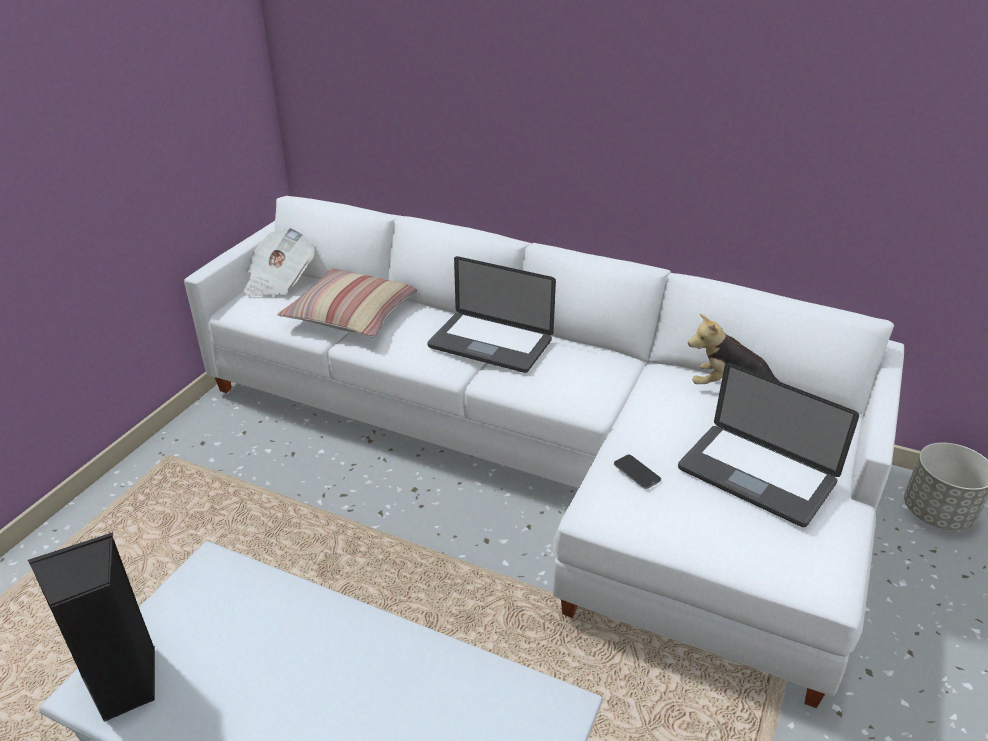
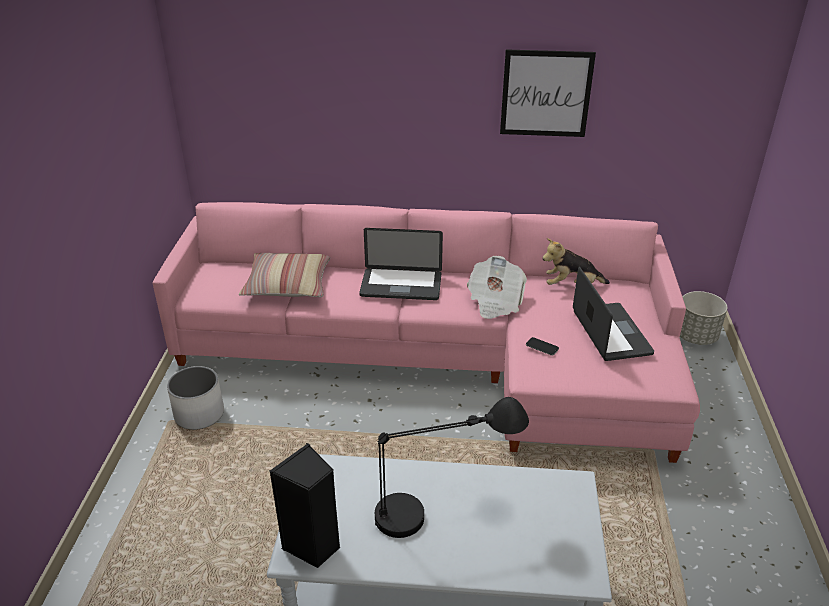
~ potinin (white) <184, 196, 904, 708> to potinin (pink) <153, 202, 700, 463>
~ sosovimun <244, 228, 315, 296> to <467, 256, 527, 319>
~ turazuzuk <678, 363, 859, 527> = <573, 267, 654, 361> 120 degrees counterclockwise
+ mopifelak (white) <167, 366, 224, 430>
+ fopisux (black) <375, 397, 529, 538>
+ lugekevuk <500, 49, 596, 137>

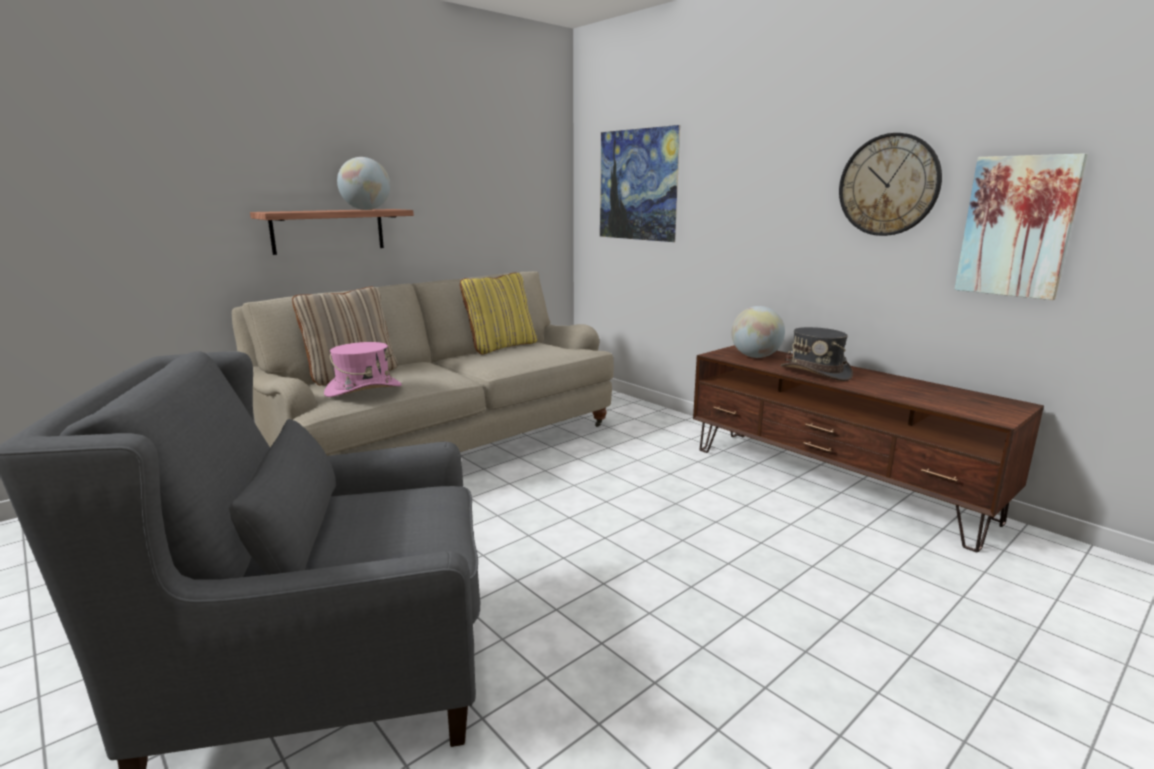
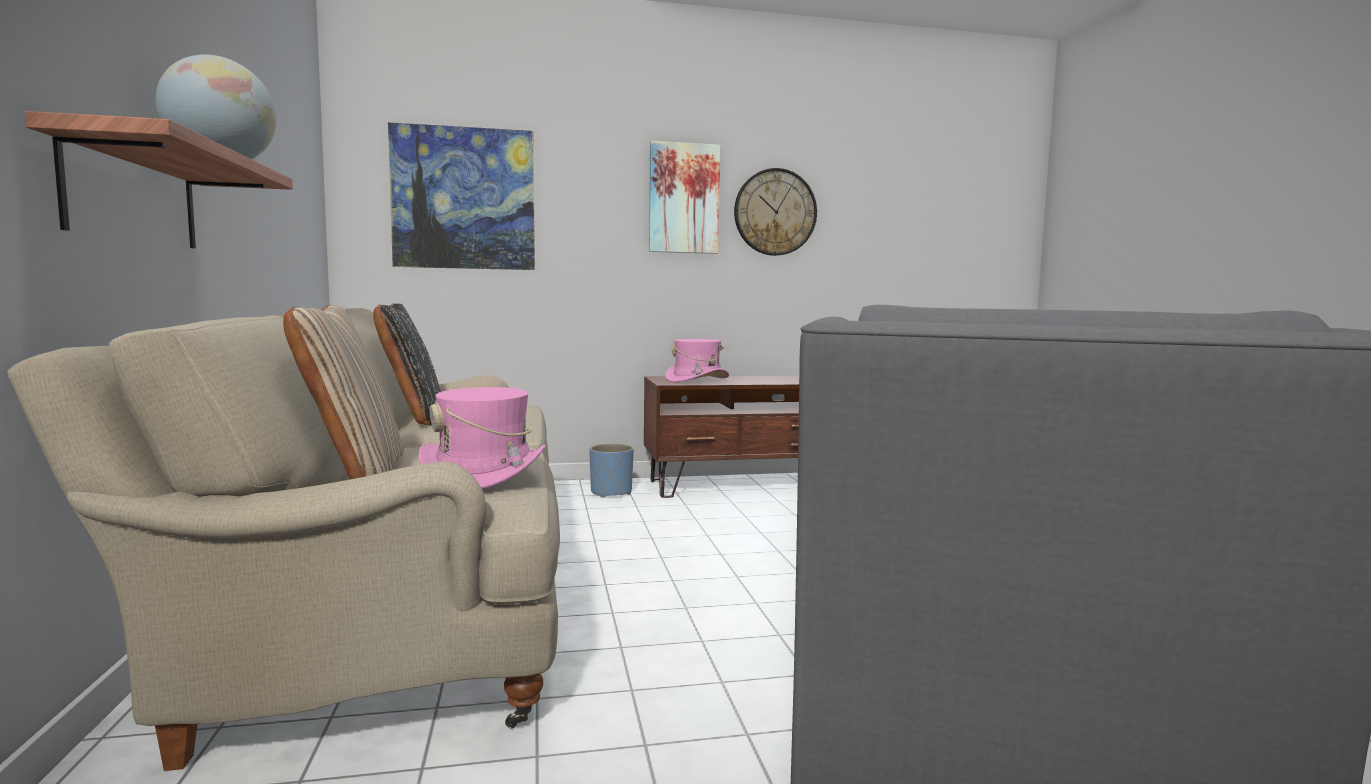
~ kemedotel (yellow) <460, 272, 537, 355> to kemedotel (black) <373, 303, 441, 426>
~ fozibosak <731, 306, 785, 358> to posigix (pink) <665, 339, 729, 382>
- posigix (grey) <781, 327, 853, 381>
~ lugekevuk <954, 153, 1088, 300> to <649, 141, 721, 254>
+ mopifelak (blue) <589, 444, 634, 498>

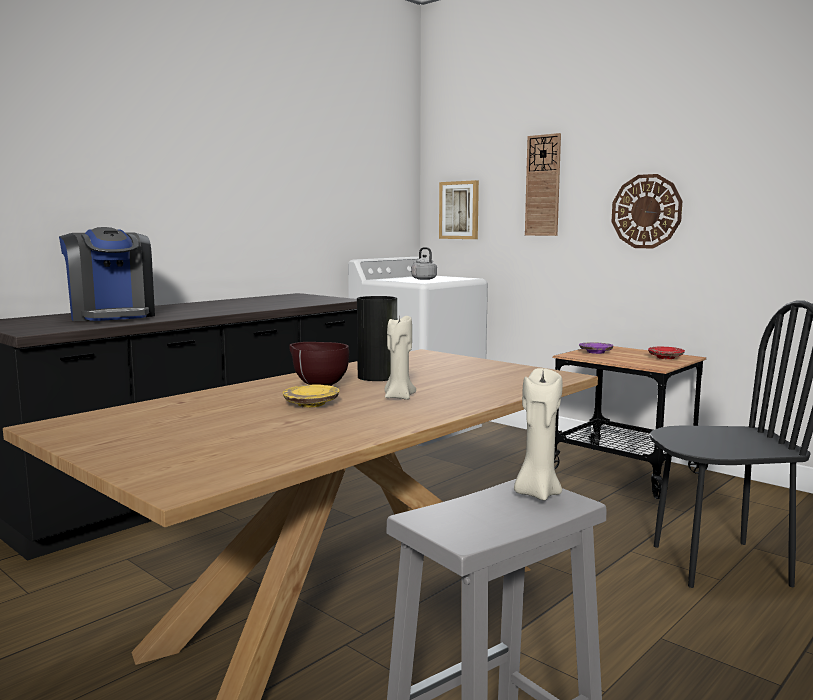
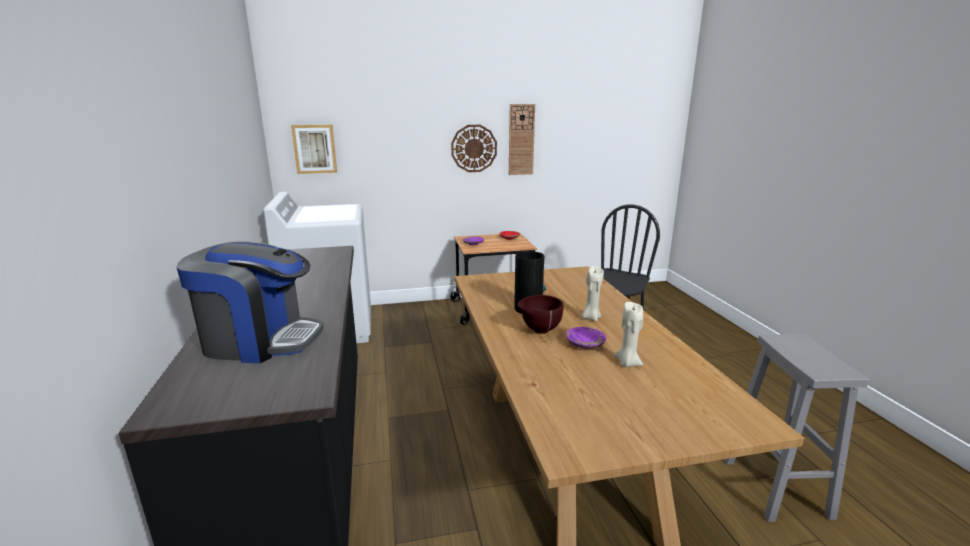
~ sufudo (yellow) <283, 385, 340, 407> to sufudo (purple) <566, 327, 606, 349>
- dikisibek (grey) <412, 247, 437, 280>
~ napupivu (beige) <514, 368, 562, 501> to <614, 302, 643, 367>
~ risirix <525, 133, 561, 236> to <509, 104, 535, 175>

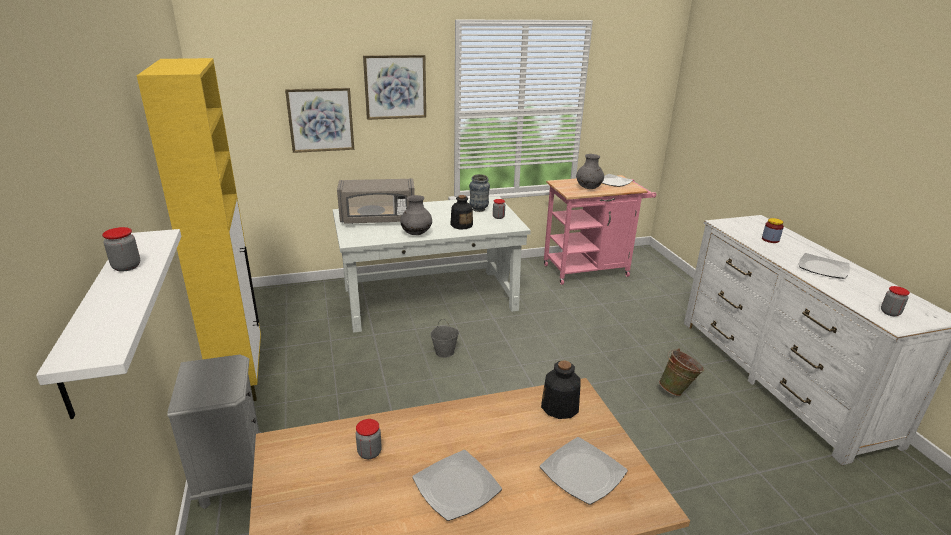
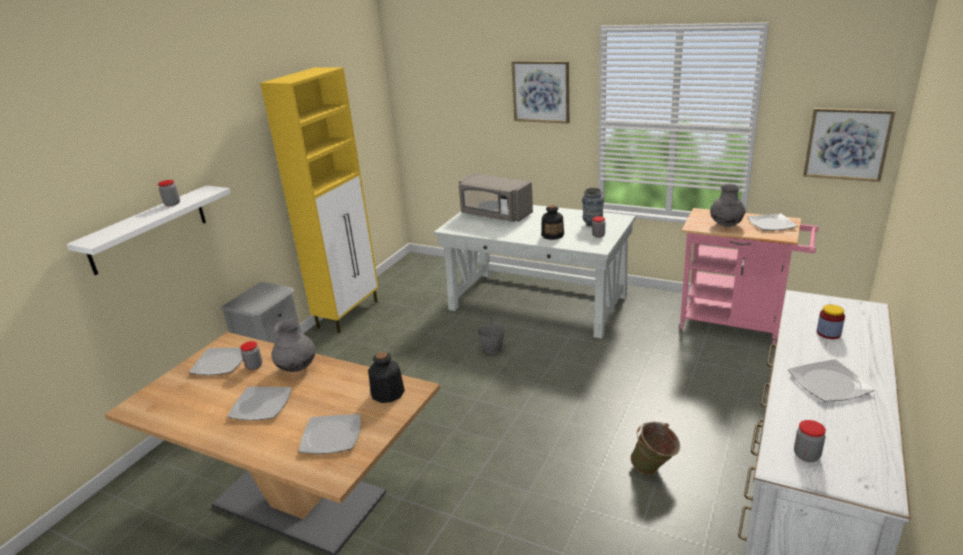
~ lugekevuk <285, 88, 354, 153> to <803, 108, 895, 182>
~ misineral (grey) <400, 195, 432, 235> to <271, 319, 315, 372>
+ sufudo <189, 347, 243, 375>

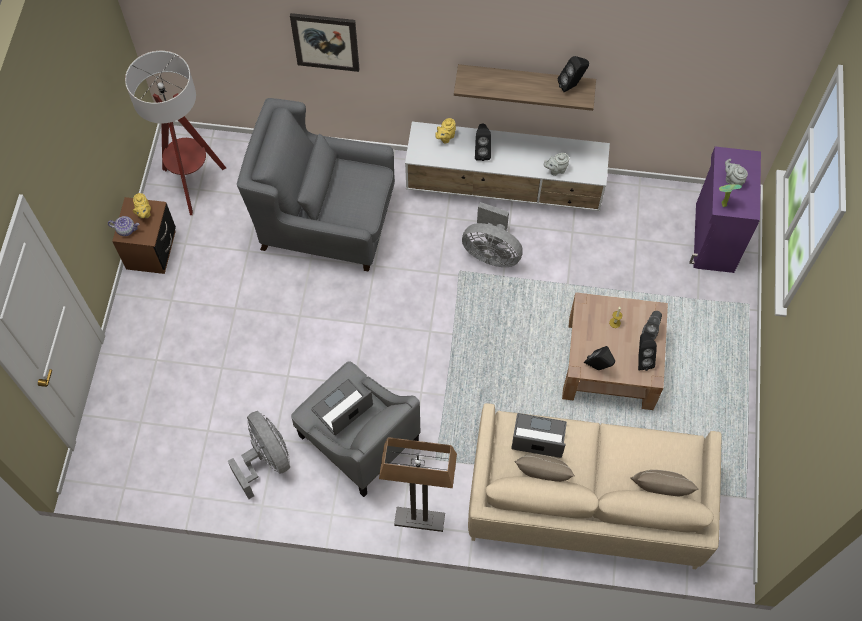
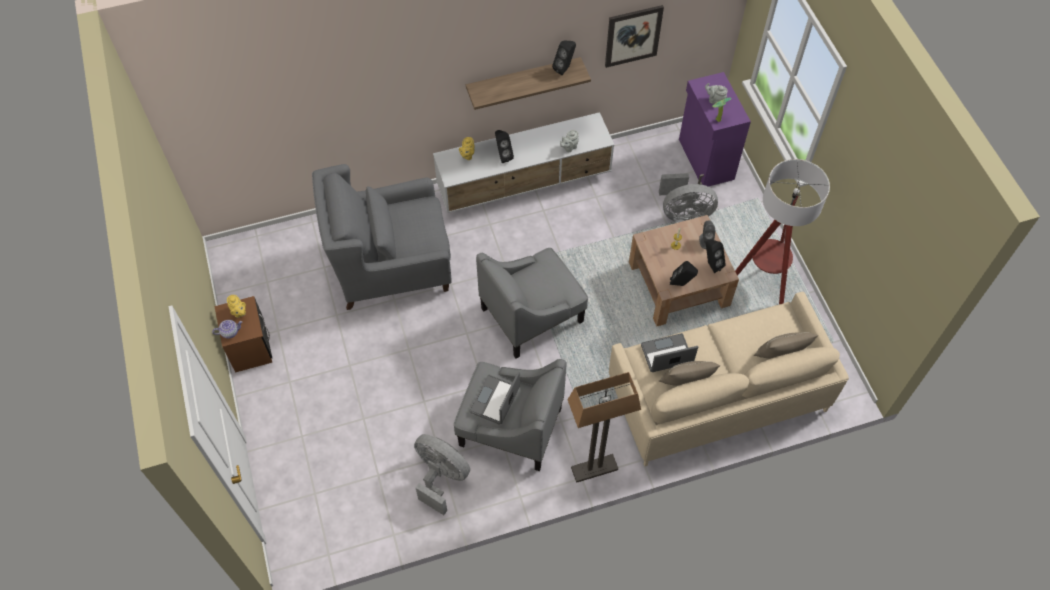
~ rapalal <125, 51, 226, 215> to <735, 159, 830, 304>
~ lugekevuk <290, 13, 359, 72> to <605, 5, 664, 68>
~ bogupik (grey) <462, 202, 523, 267> to <659, 173, 718, 222>
+ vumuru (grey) <476, 248, 588, 359>

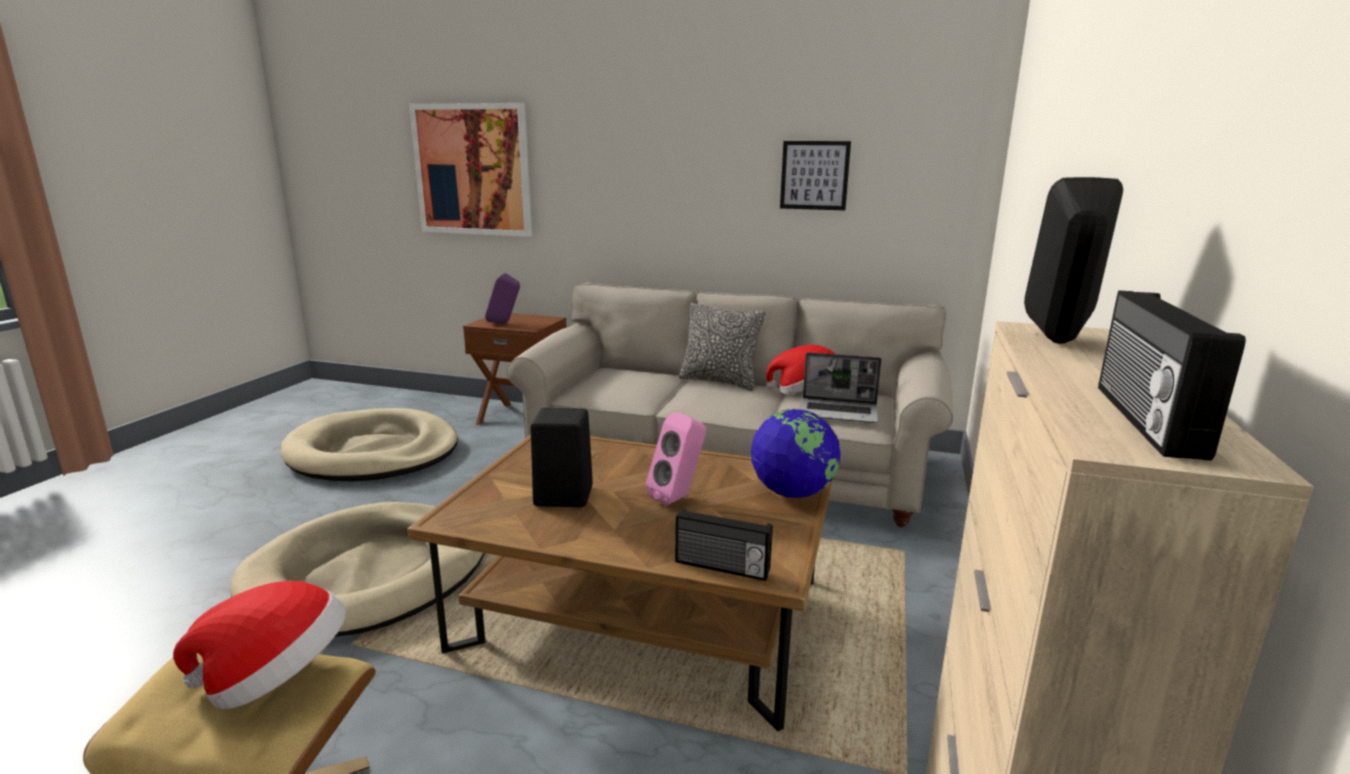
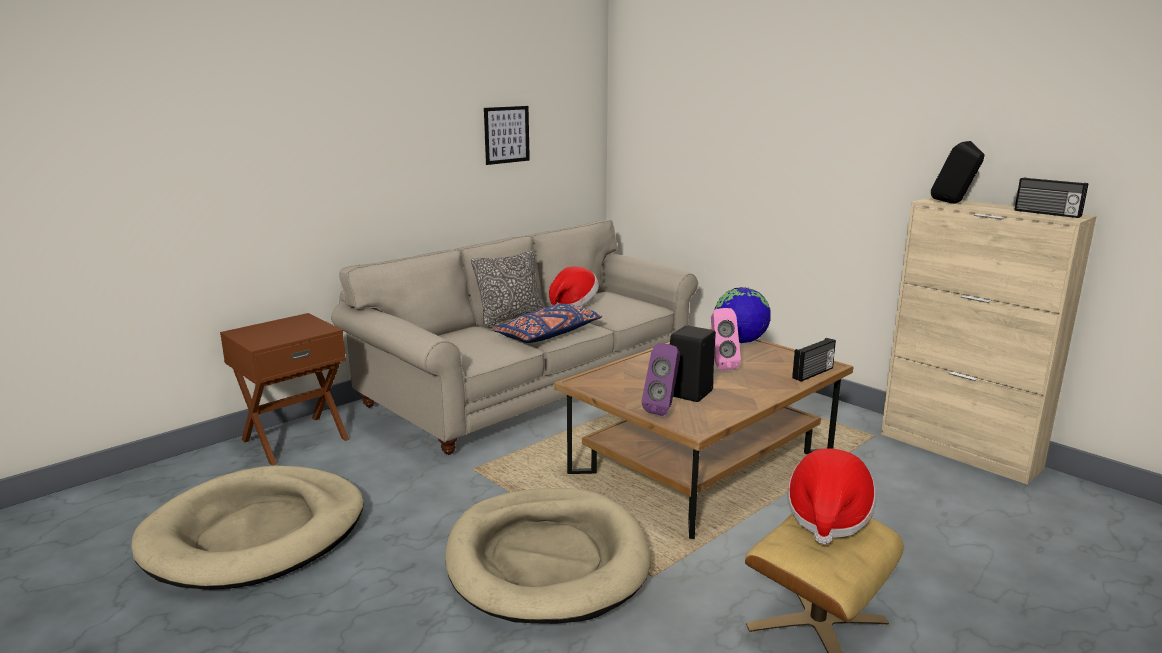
- lugekevuk <409, 103, 532, 237>
~ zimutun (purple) <485, 273, 520, 323> to <642, 343, 680, 416>
- turazuzuk <800, 352, 881, 423>
+ kemedotel (blue) <492, 304, 602, 343>

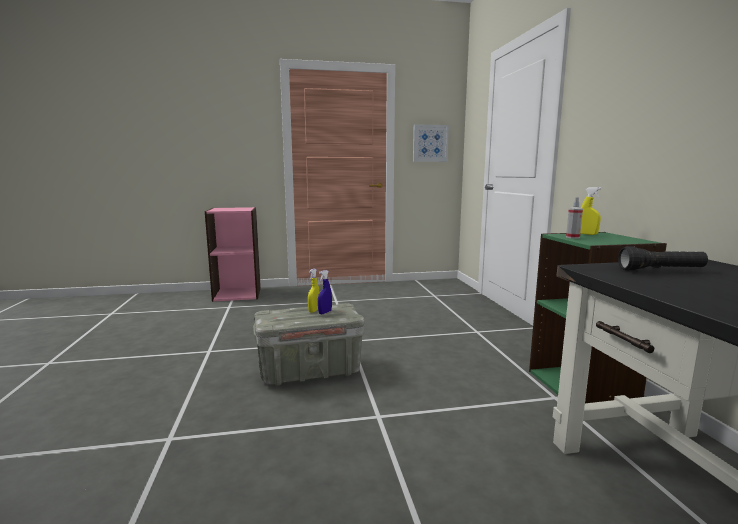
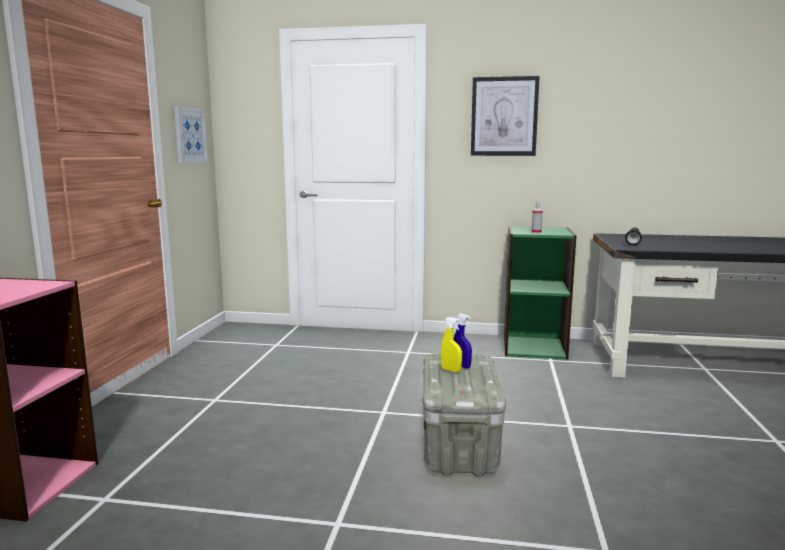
- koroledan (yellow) <580, 187, 601, 235>
+ lugekevuk <471, 76, 540, 156>

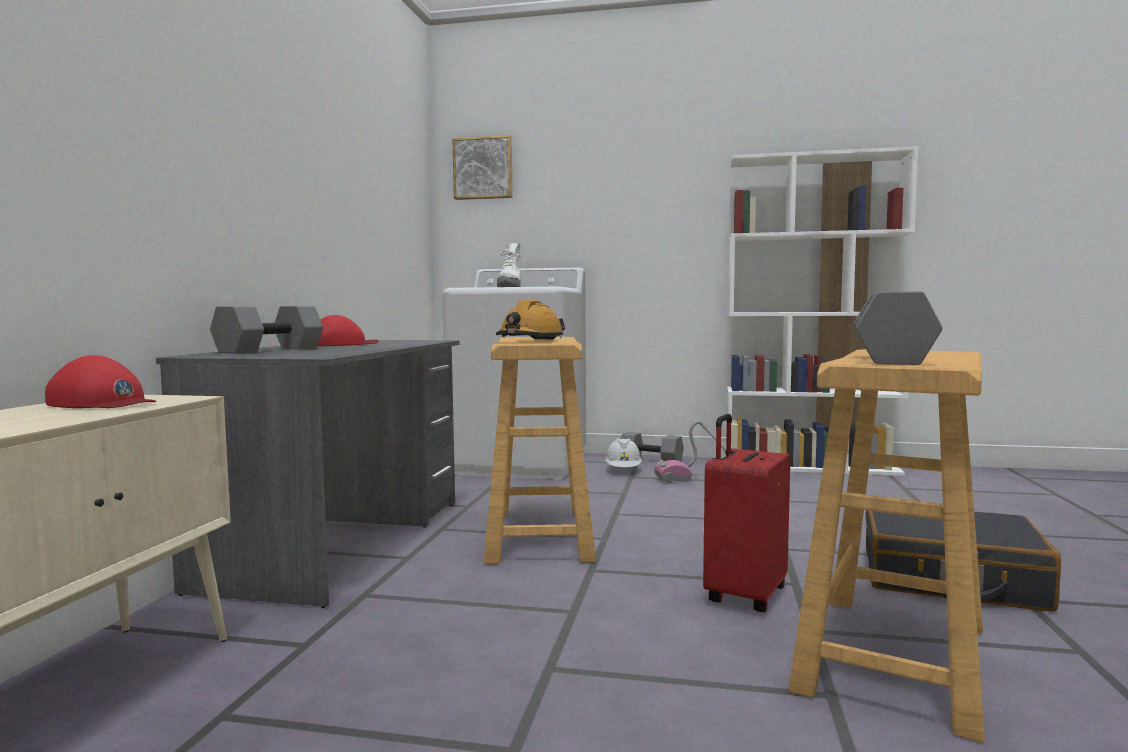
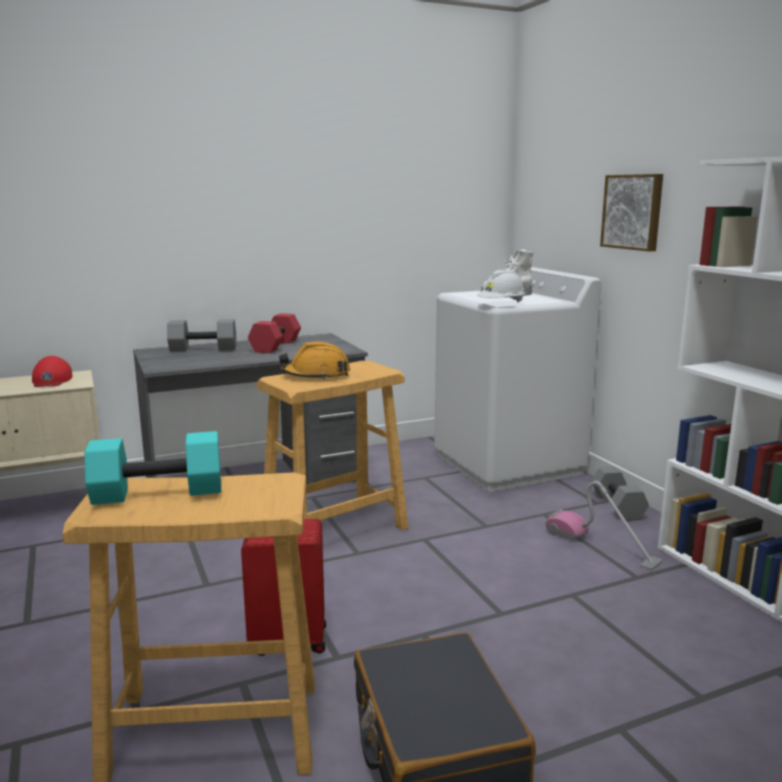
~ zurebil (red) <317, 315, 379, 346> to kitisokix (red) <248, 313, 301, 353>
~ lugekevuk <453, 135, 513, 200> to <600, 174, 663, 252>
~ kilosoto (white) <605, 438, 642, 467> to <477, 270, 526, 303>
~ kitisokix (grey) <854, 291, 942, 365> to kitisokix (turquoise) <84, 431, 221, 505>

